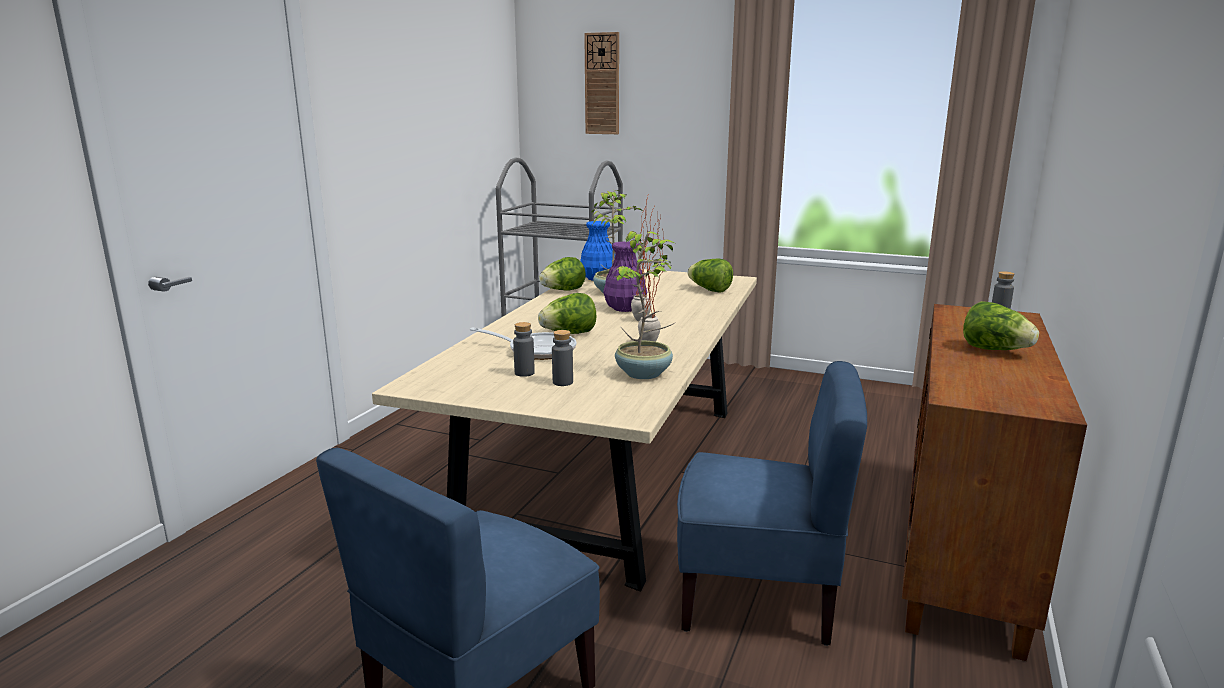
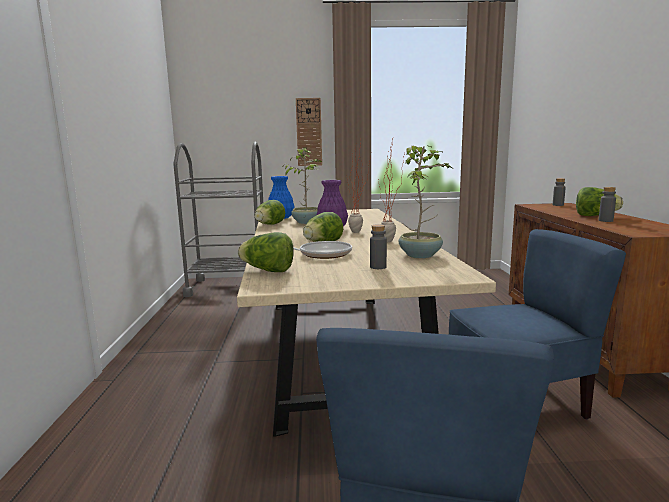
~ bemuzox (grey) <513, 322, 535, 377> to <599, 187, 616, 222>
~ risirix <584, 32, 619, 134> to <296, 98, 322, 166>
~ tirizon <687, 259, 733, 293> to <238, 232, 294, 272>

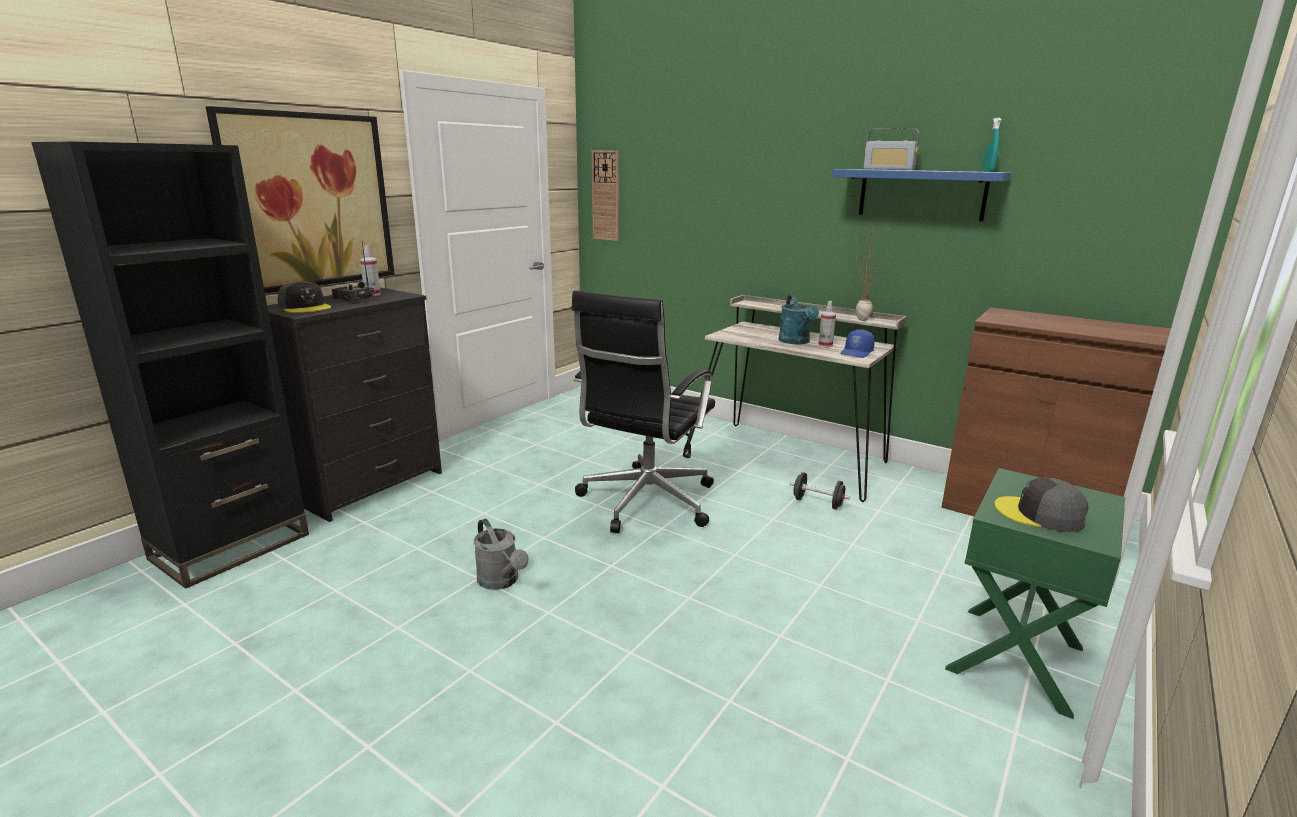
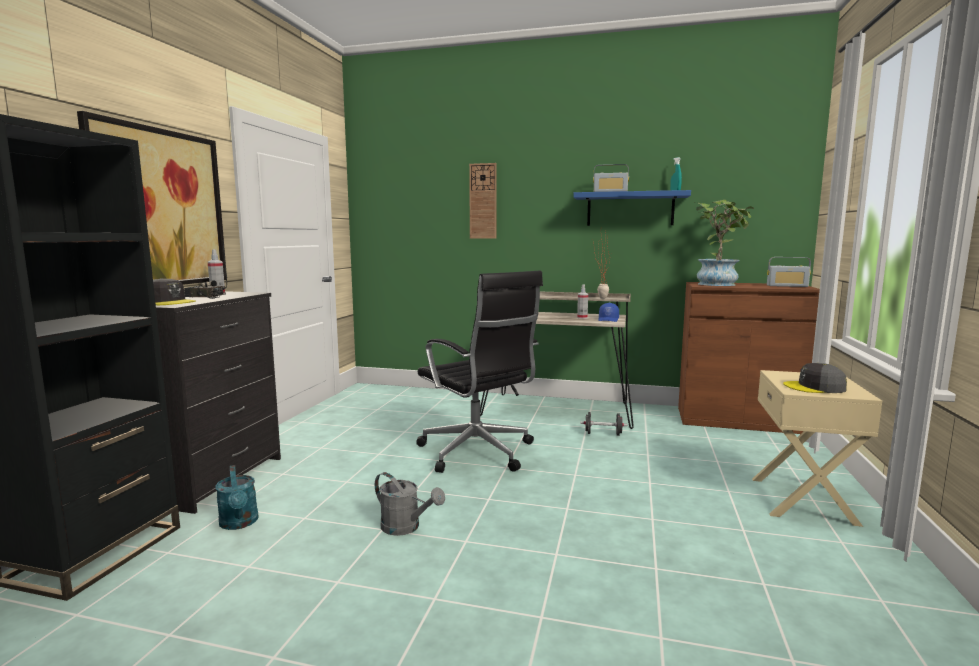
~ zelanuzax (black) <572, 291, 715, 533> = <416, 271, 543, 473> 45 degrees counterclockwise
~ risirix <592, 150, 619, 241> to <469, 163, 497, 239>
~ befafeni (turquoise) <779, 295, 819, 344> to <215, 465, 259, 530>
~ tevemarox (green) <945, 468, 1125, 719> to tevemarox (beige) <752, 370, 882, 527>
+ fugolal <696, 200, 754, 286>
+ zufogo <767, 257, 811, 287>

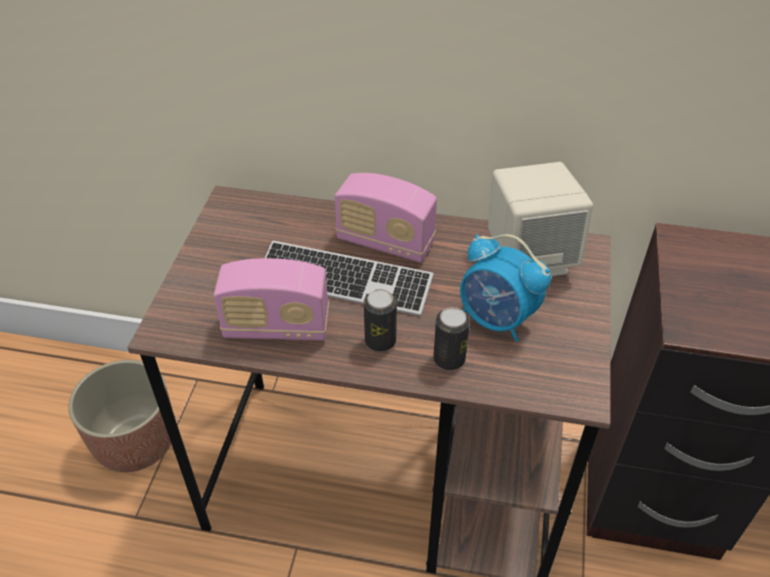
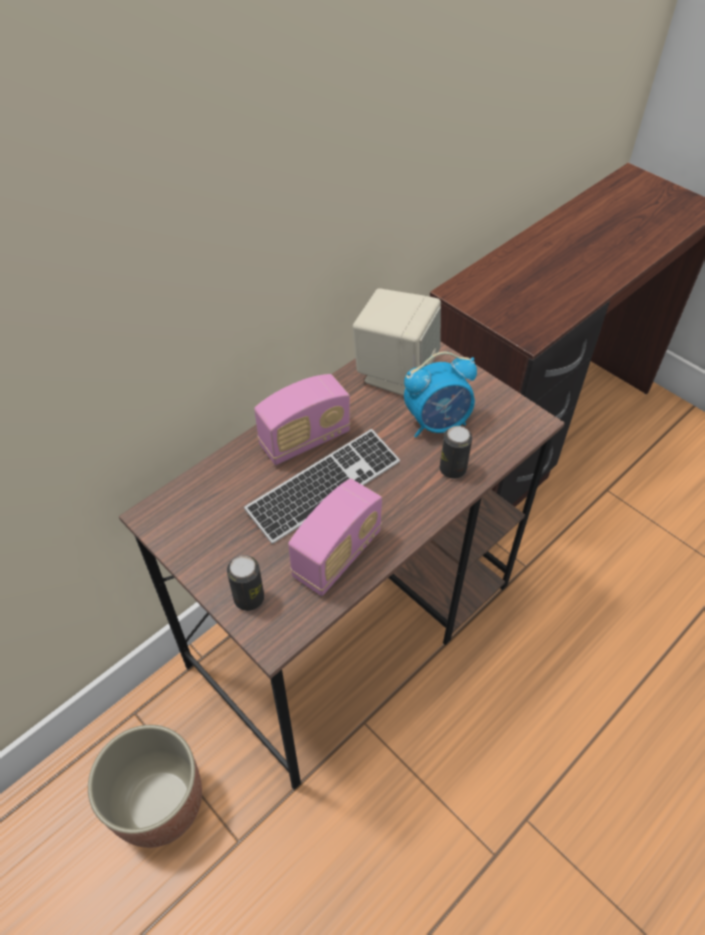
~ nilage <364, 289, 397, 352> to <227, 555, 264, 611>

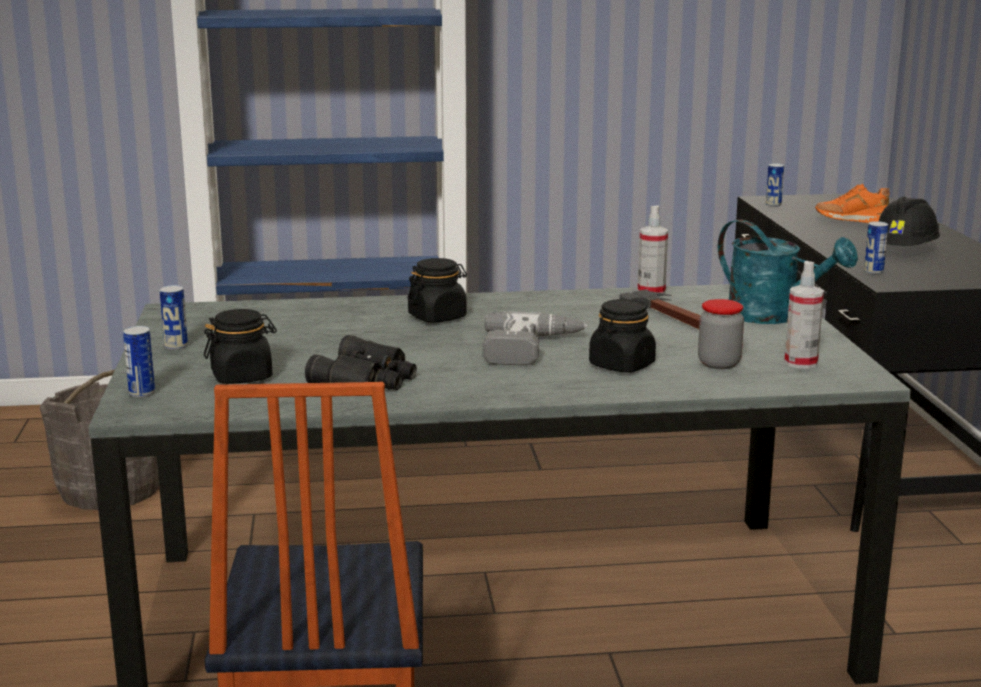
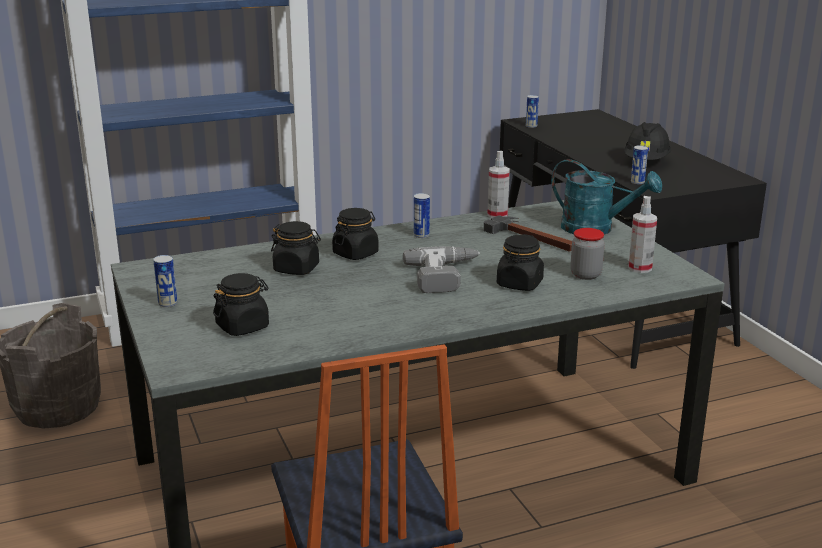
~ nilage <123, 326, 155, 398> to <414, 193, 430, 238>
- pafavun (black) <305, 335, 417, 390>
- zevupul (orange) <815, 183, 889, 223>
+ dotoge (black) <271, 221, 321, 275>

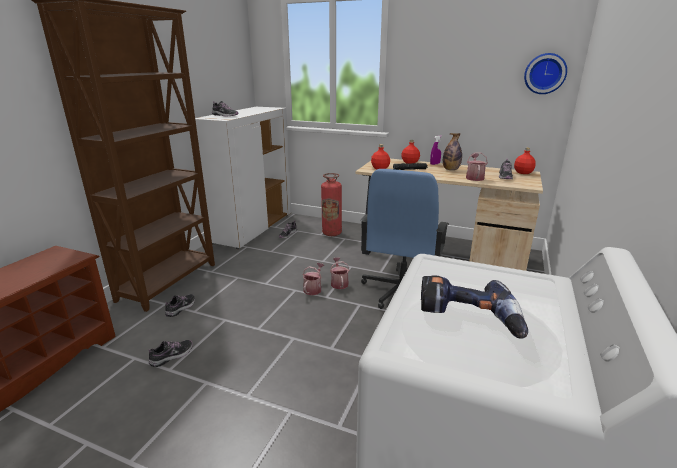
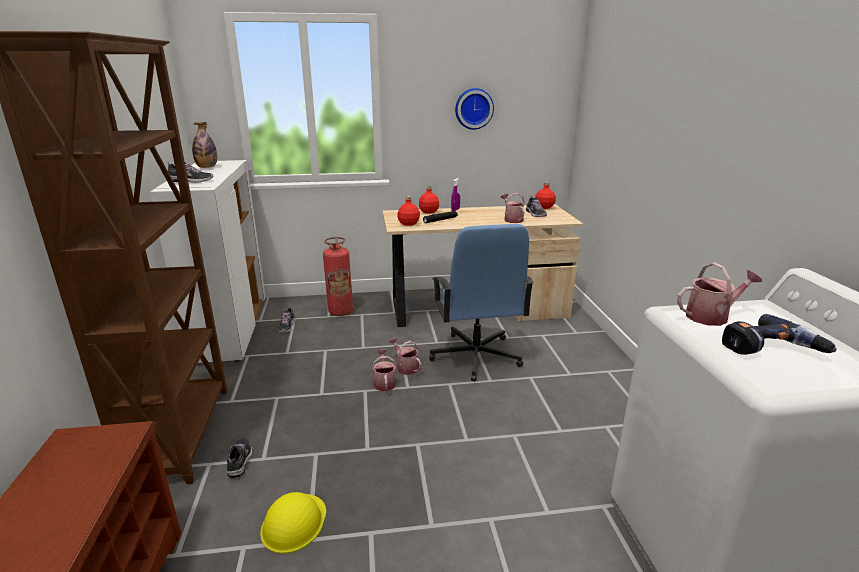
~ zevupul <148, 340, 193, 367> to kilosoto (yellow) <260, 492, 326, 553>
~ bemuzox <443, 133, 462, 170> to <192, 122, 217, 168>
~ risirix <524, 53, 567, 94> to <455, 88, 494, 130>
+ befafeni <677, 262, 762, 326>

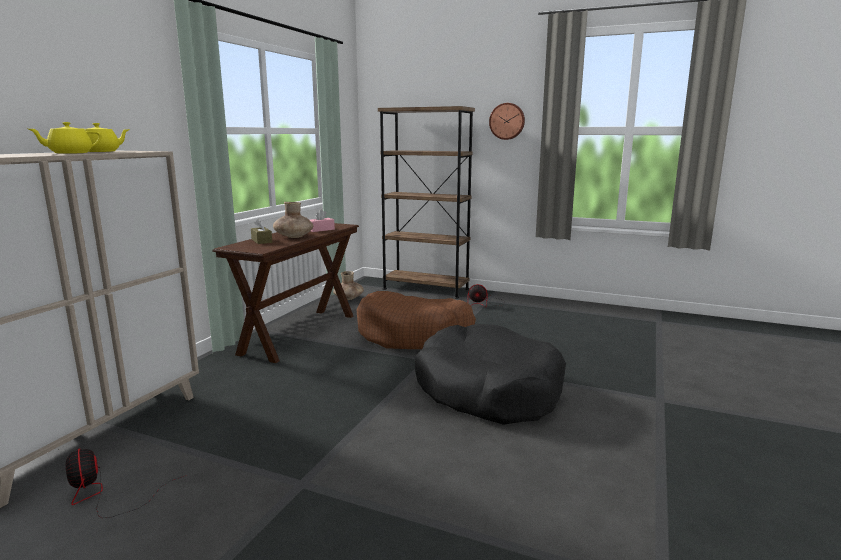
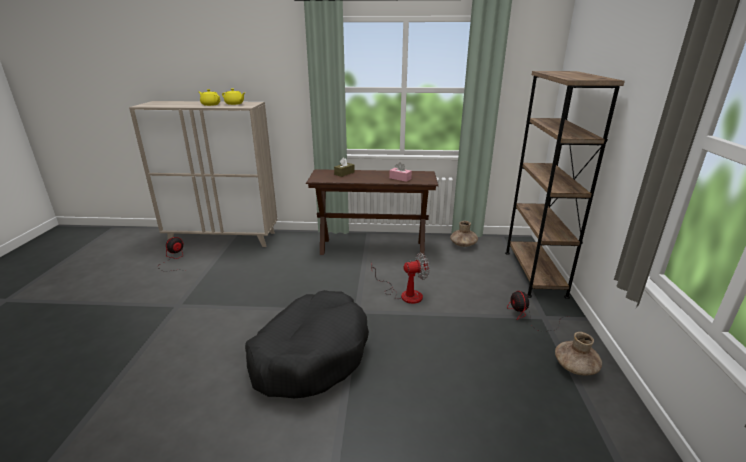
~ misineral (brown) <273, 202, 313, 238> to <555, 332, 602, 376>
~ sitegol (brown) <357, 291, 476, 349> to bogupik <371, 253, 429, 304>
- risirix <489, 103, 525, 140>

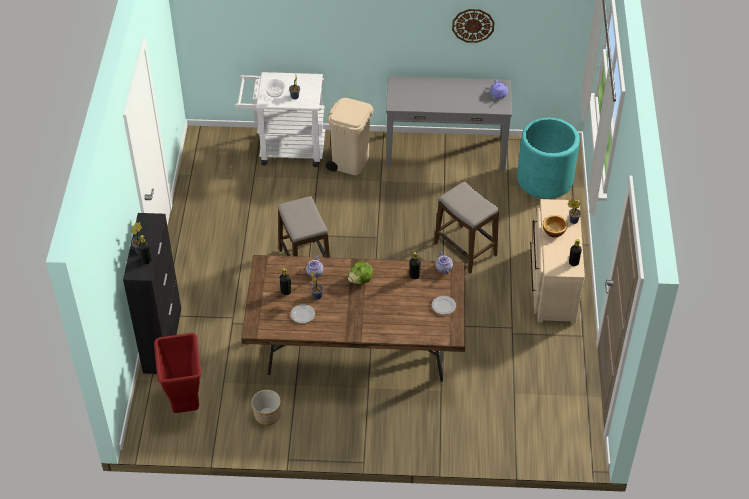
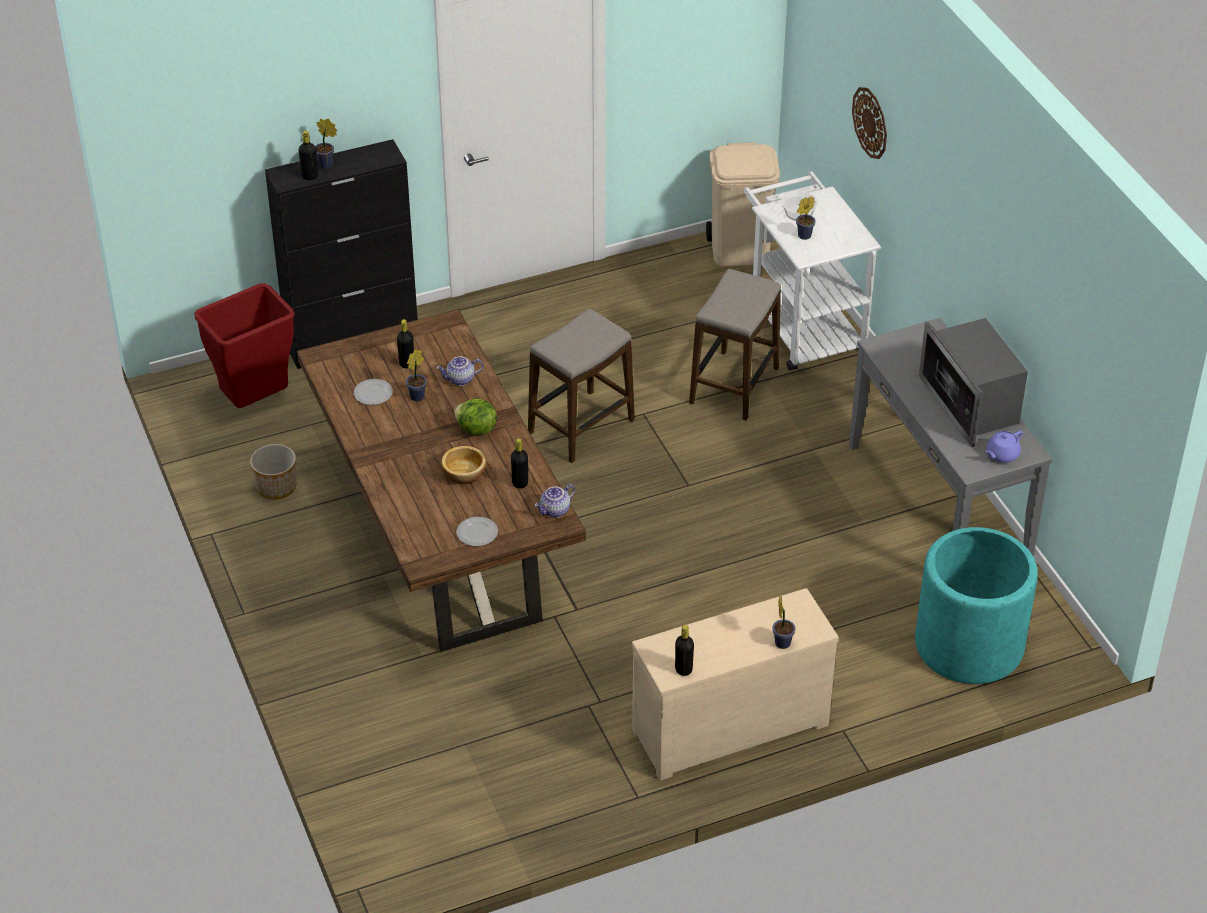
~ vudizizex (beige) <326, 98, 374, 175> to <706, 142, 780, 266>
~ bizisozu <434, 182, 499, 273> to <689, 269, 781, 420>
~ risirix <452, 9, 495, 43> to <852, 87, 887, 159>
~ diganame <543, 215, 568, 237> to <441, 446, 486, 484>
+ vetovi <919, 318, 1028, 447>

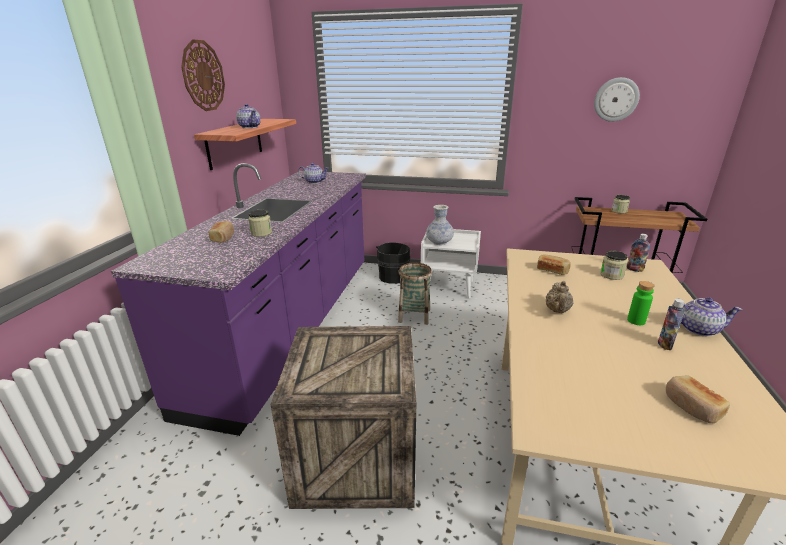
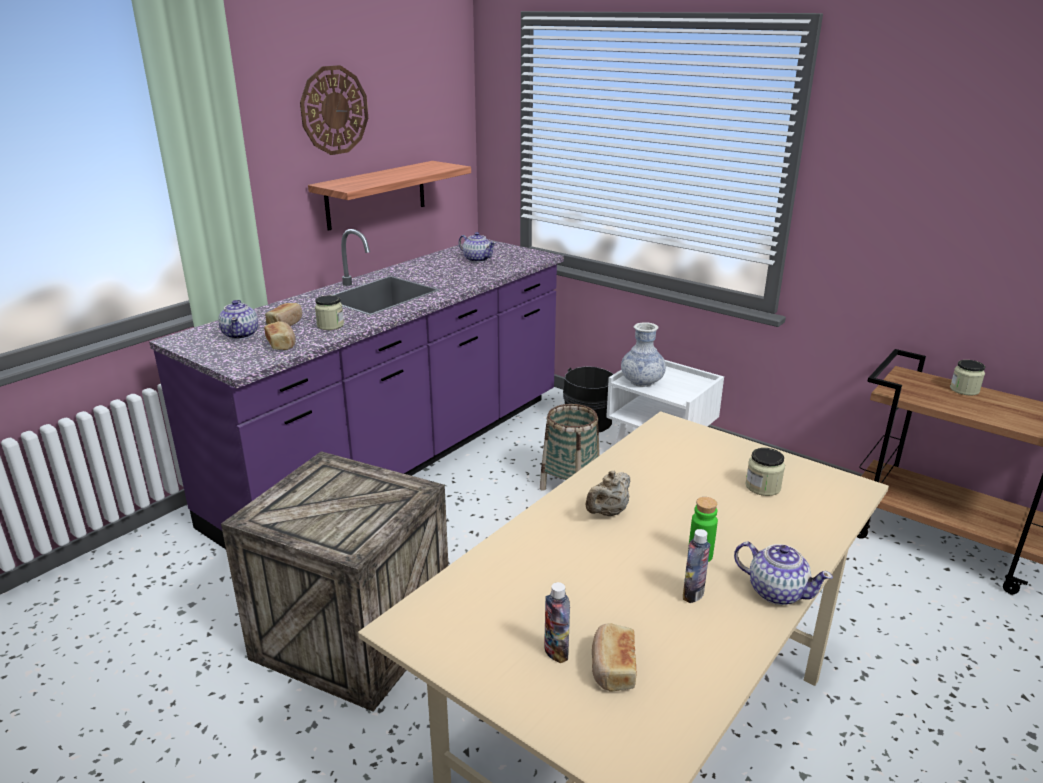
~ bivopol <236, 104, 261, 128> to <218, 300, 258, 340>
~ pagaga <537, 254, 571, 275> to <264, 321, 296, 350>
- risirix <594, 77, 640, 122>
~ bemuzox <627, 234, 650, 272> to <544, 582, 570, 663>

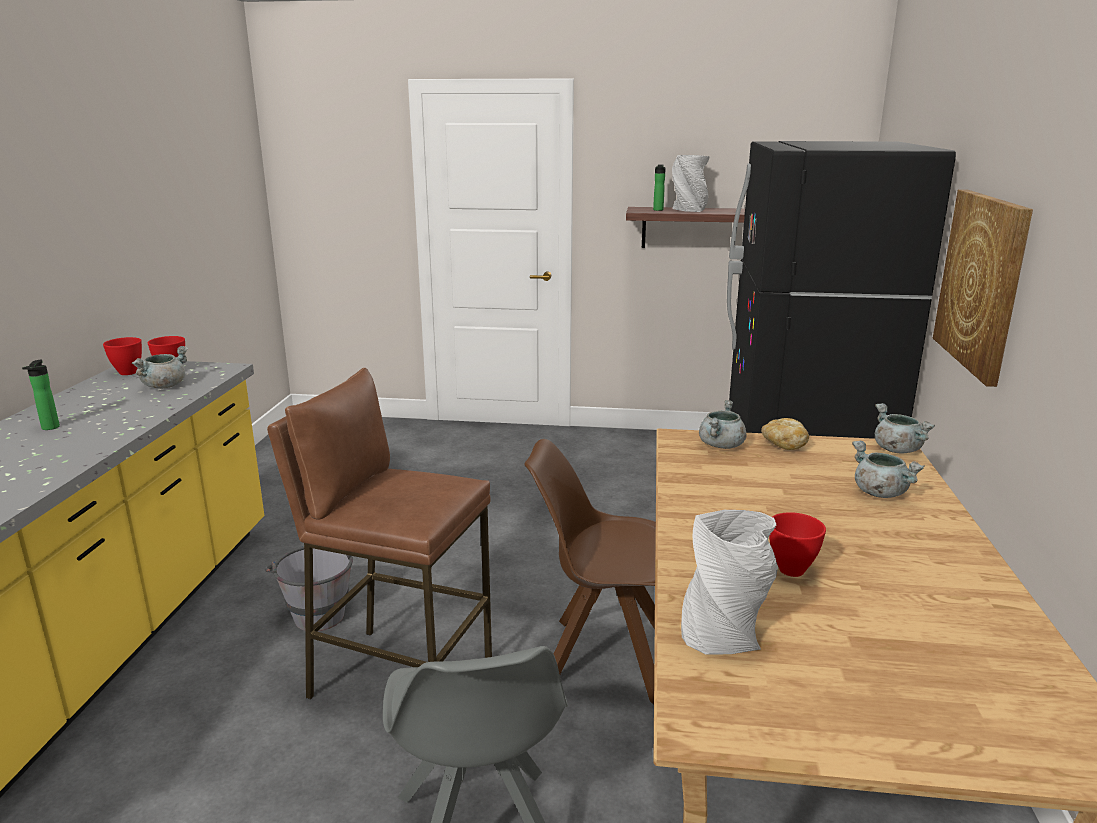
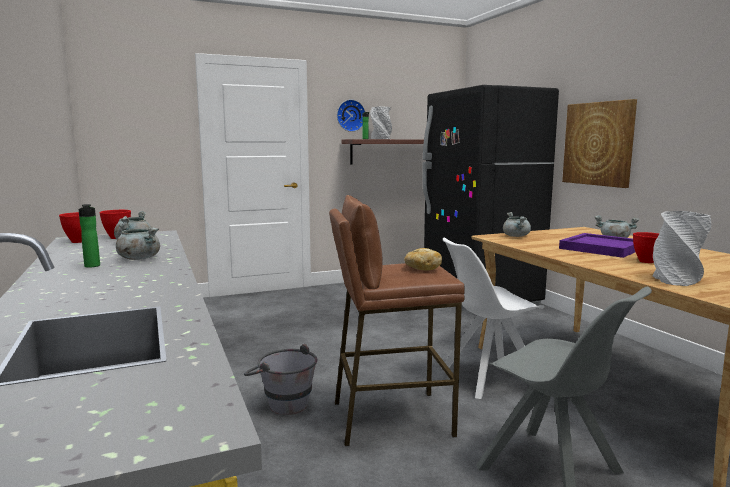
~ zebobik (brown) <524, 439, 656, 705> to zebobik (white) <443, 238, 545, 399>
~ pagaga <761, 418, 809, 450> to <404, 248, 442, 271>
~ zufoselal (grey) <875, 403, 935, 453> to <116, 222, 160, 260>
+ risirix <337, 99, 366, 132>
+ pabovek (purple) <559, 233, 635, 258>

